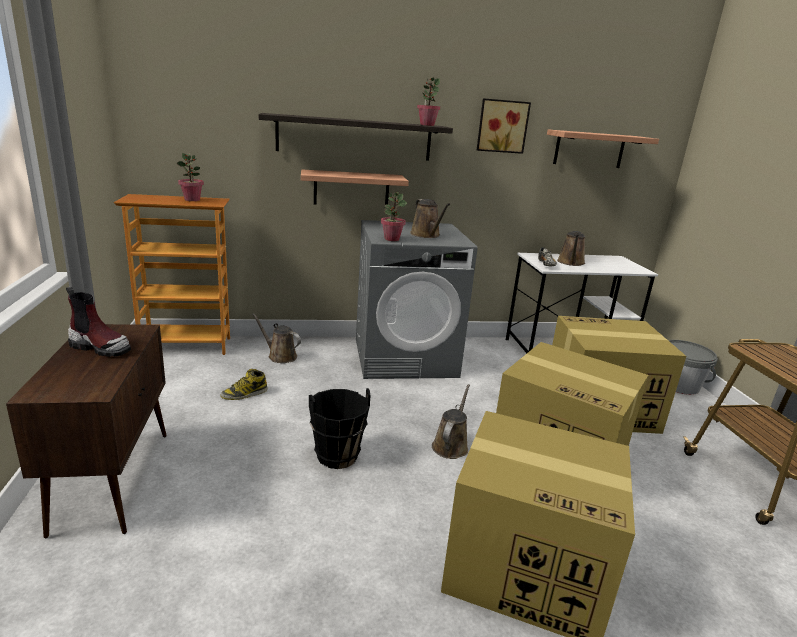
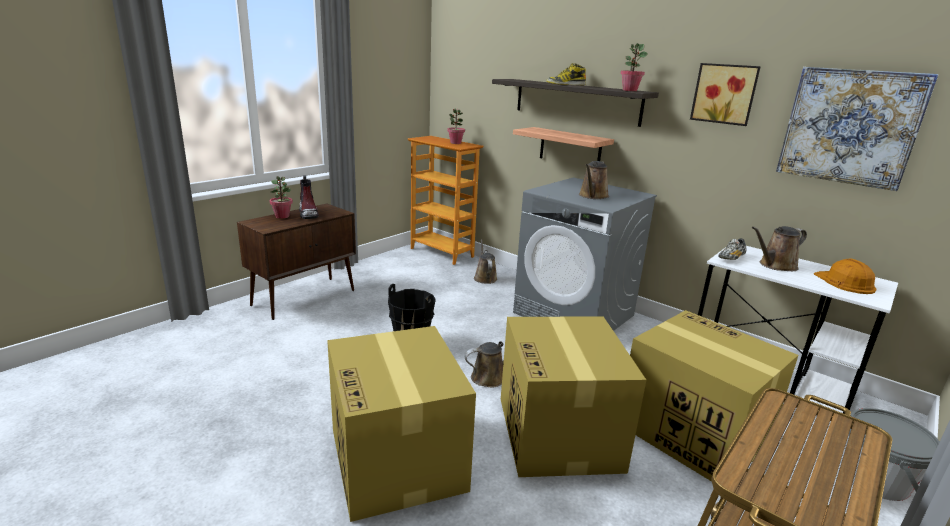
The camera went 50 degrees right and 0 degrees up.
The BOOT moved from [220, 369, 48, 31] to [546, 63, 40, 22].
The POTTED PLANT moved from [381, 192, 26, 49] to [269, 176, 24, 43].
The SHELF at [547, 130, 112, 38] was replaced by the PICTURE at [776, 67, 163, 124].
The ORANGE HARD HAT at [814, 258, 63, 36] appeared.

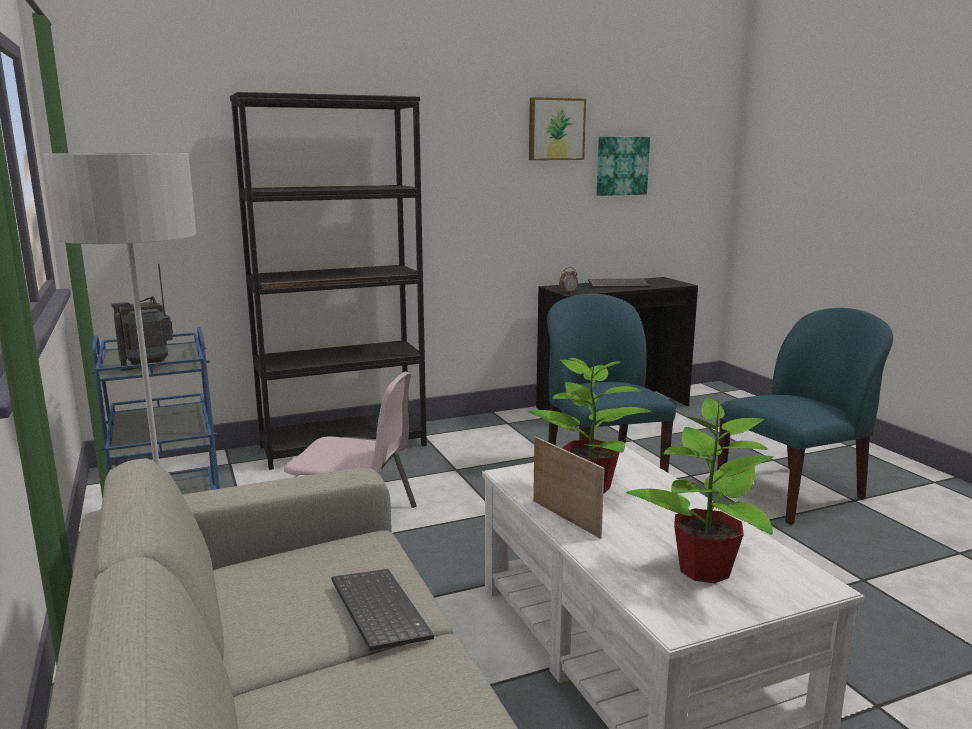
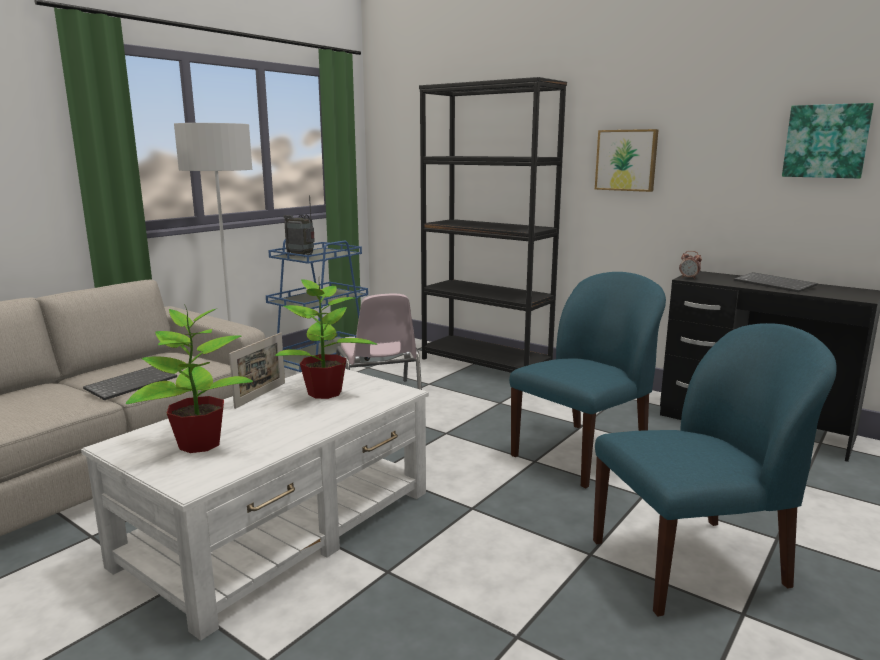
The camera went 60 degrees right and 0 degrees up.
The PICTURE moved from [529, 97, 57, 63] to [595, 129, 64, 63].
The BLUE CHAIR at [717, 308, 176, 217] turned 45 degrees counterclockwise.

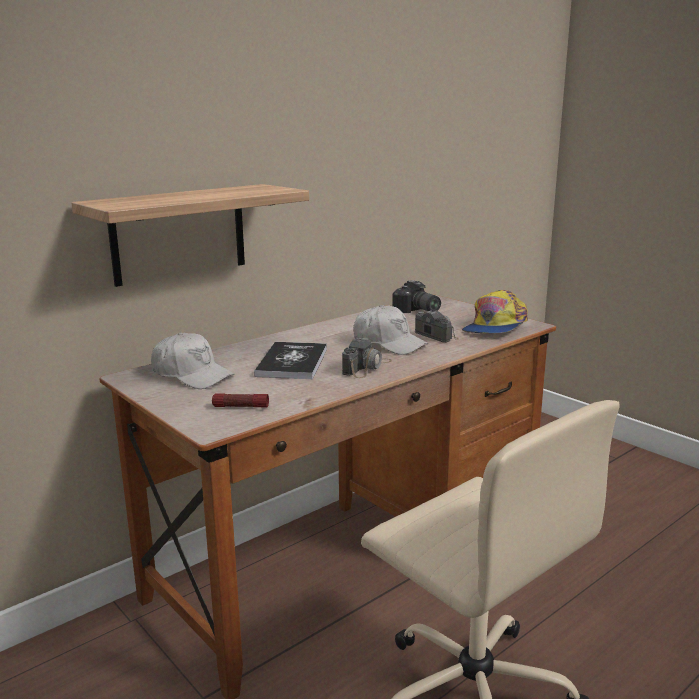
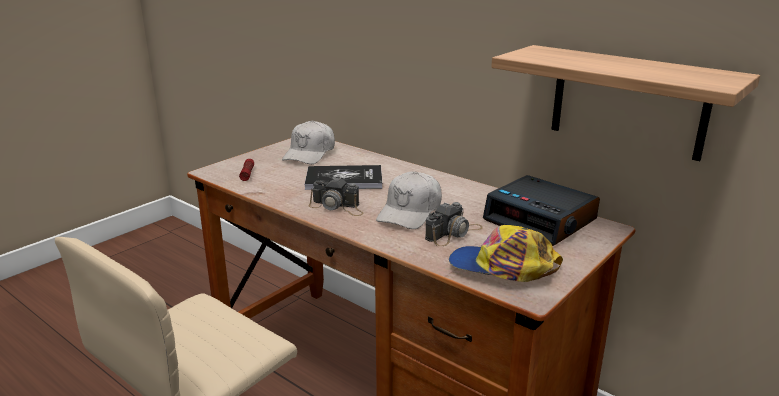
The camera went 80 degrees right and 5 degrees up.
The SHELF moved from [71, 184, 238, 103] to [491, 45, 269, 116].
The PHOTO CAMERA at [392, 280, 49, 33] was replaced by the ALARM CLOCK at [483, 175, 117, 71].

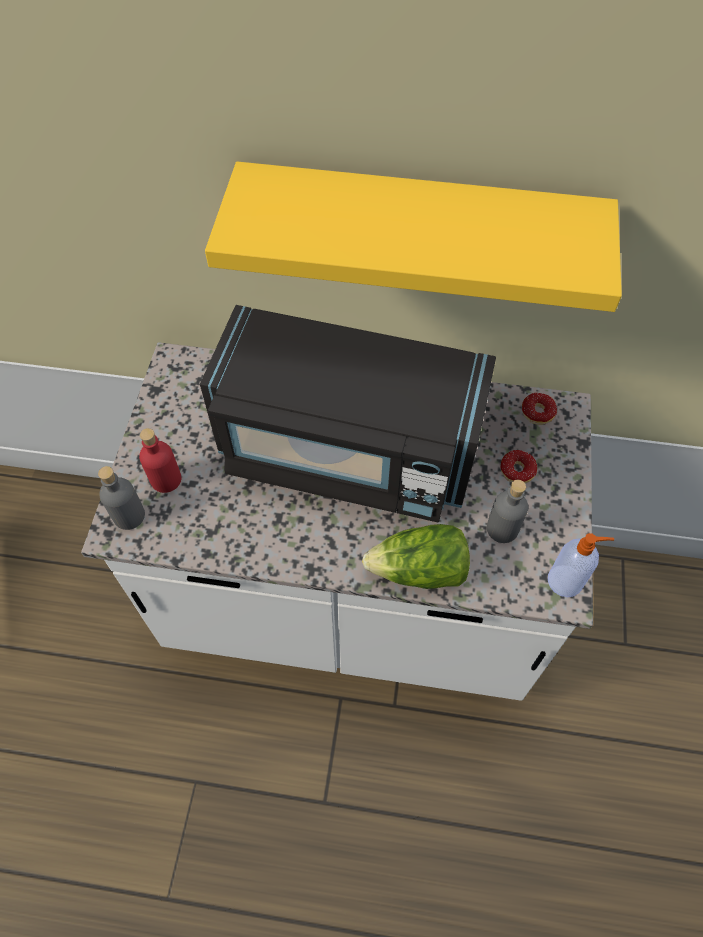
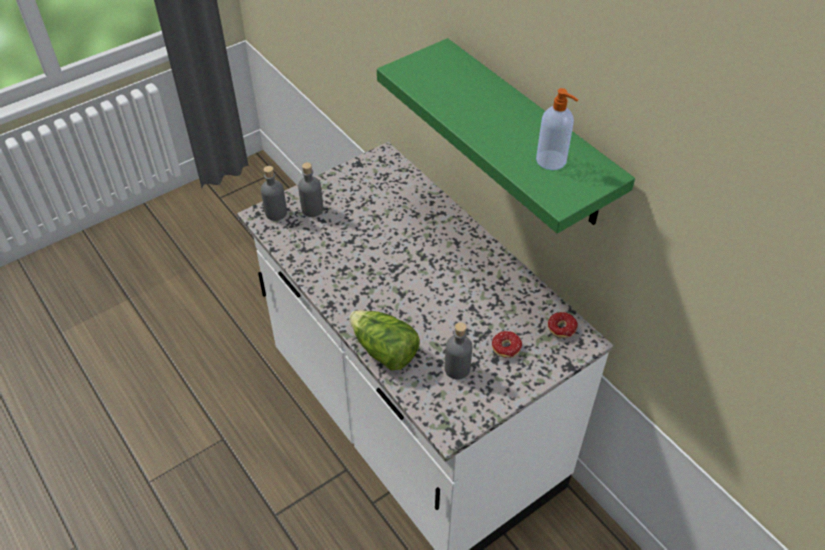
The camera went 45 degrees right and 10 degrees down.
The RED BOTTLE at [139, 428, 42, 65] became the GREY BOTTLE at [298, 162, 25, 55].
The BLACK MICROWAVE at [200, 305, 296, 218] disappeared.
The YELLOW SHELF at [205, 162, 417, 150] became the GREEN SHELF at [377, 38, 258, 195].
The SOAP DISPENSER moved from [548, 533, 66, 64] to [536, 88, 42, 82].

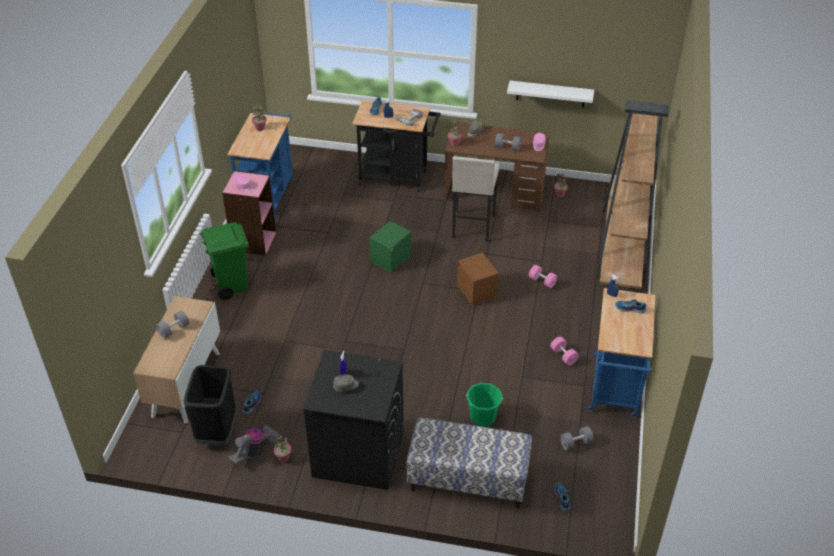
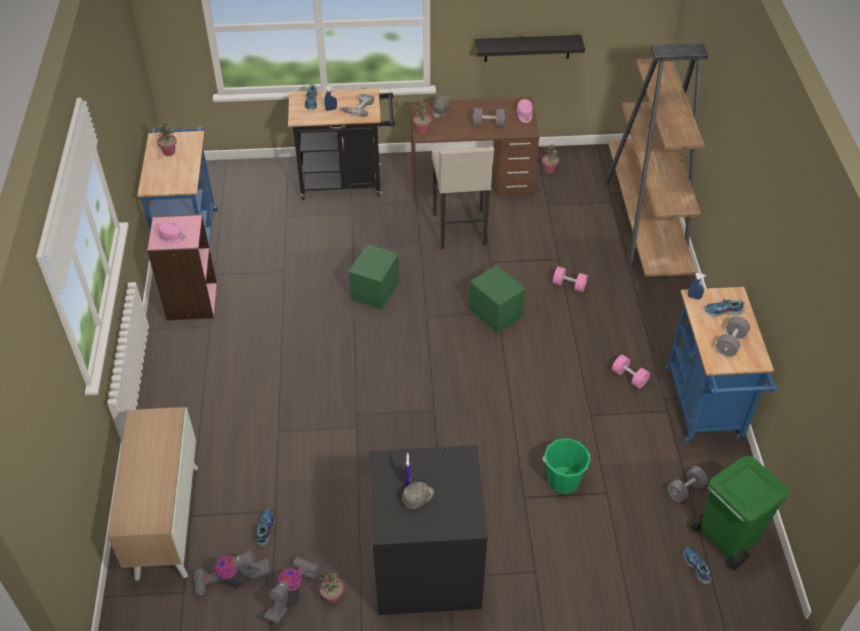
The camera went 15 degrees left and 5 degrees up.
The GREY DUMBBELL moved from [156, 310, 33, 29] to [716, 316, 34, 41].
The BLACK TRASH CAN at [184, 365, 53, 80] was replaced by the VACUUM CLEANER at [194, 550, 76, 46].
The GREEN TRASH CAN moved from [199, 223, 50, 77] to [691, 456, 98, 114].
The BENCH at [407, 417, 125, 92] disappeared.
The BROWN STORAGE BOX at [457, 253, 42, 53] became the GREEN STORAGE BOX at [469, 265, 57, 69].
The WHITE SHELF at [507, 81, 87, 26] became the BLACK SHELF at [475, 35, 110, 27].

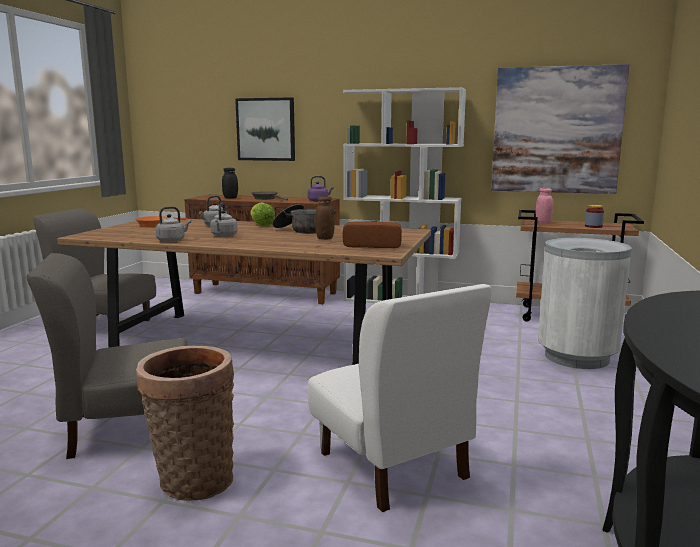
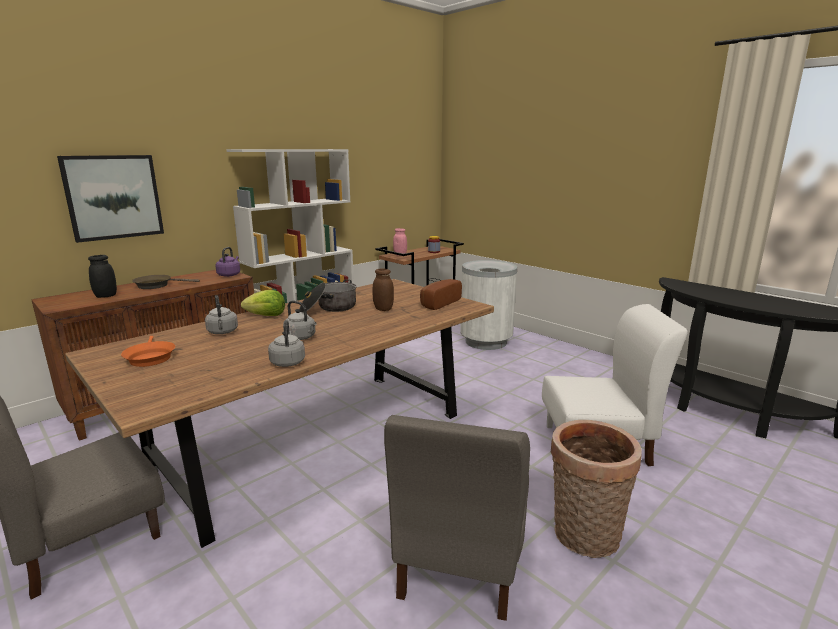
The camera went 60 degrees left and 5 degrees up.
The PICTURE at [491, 64, 138, 130] disappeared.

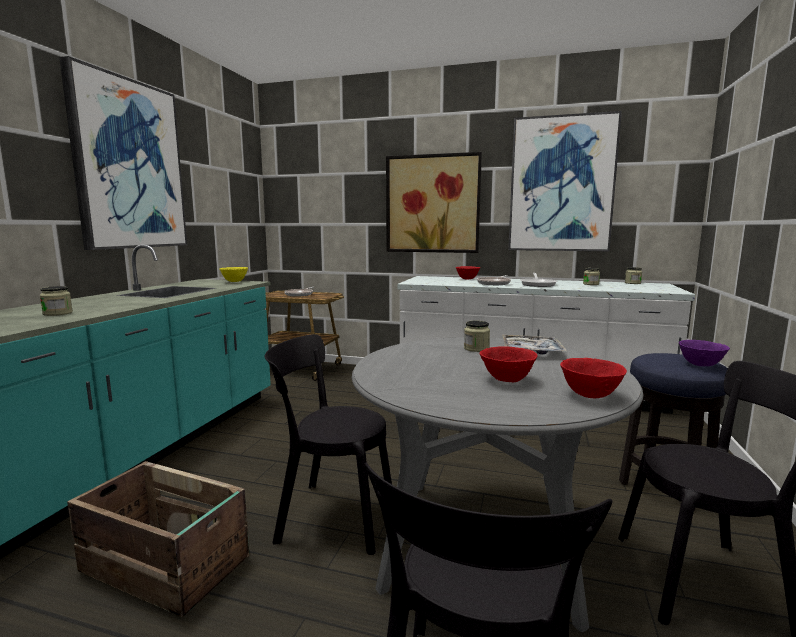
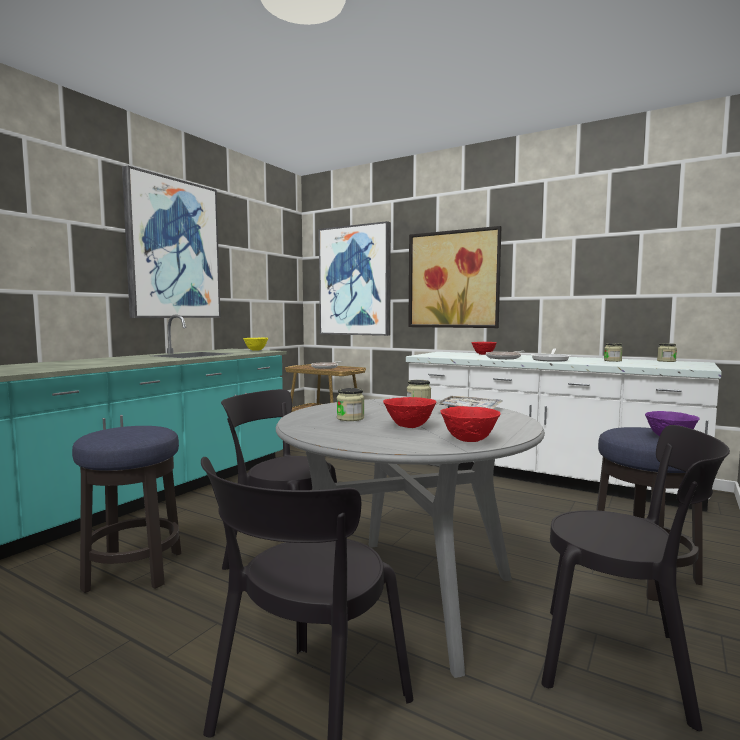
The camera went 15 degrees right and 5 degrees down.
The JAR moved from [40, 286, 33, 30] to [337, 388, 27, 33].
The CRATE at [67, 461, 182, 156] was replaced by the STOOL at [72, 426, 109, 167].
The PICTURE moved from [508, 111, 114, 140] to [319, 221, 72, 115].

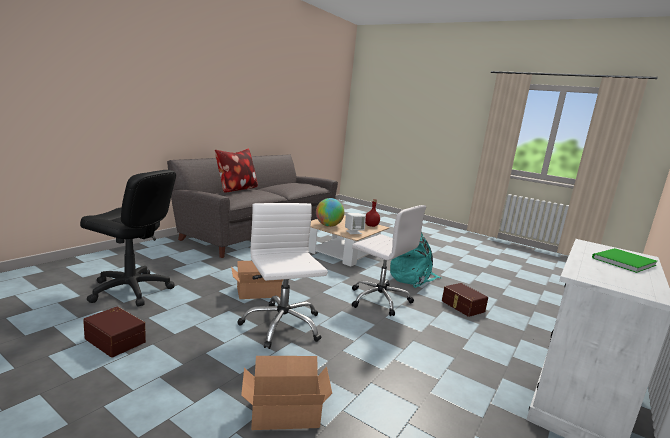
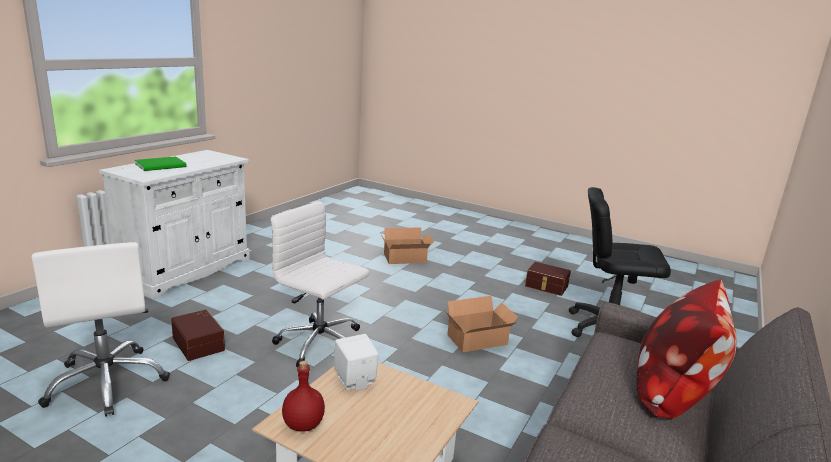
The camera went 175 degrees right and 5 degrees up.
The WHITE OFFICE CHAIR moved from [237, 203, 91, 146] to [32, 242, 138, 175].
The GLOBE at [316, 198, 28, 29] disappeared.
The TURQUOISE BACKPACK at [390, 232, 51, 56] disappeared.

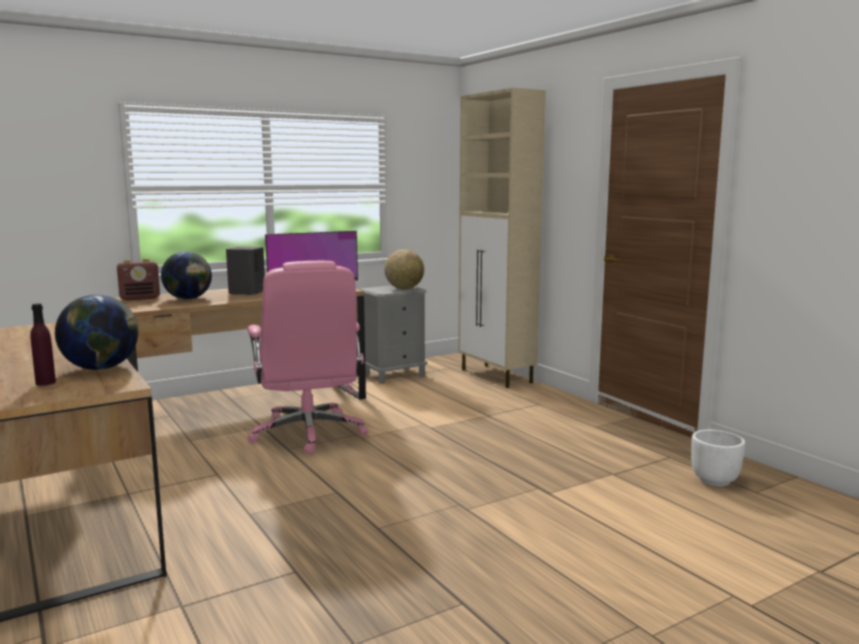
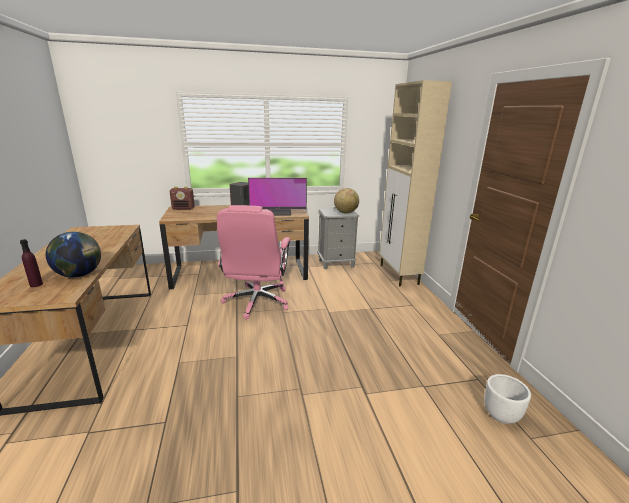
The camera went 20 degrees right and 10 degrees up.
The GLOBE at [161, 251, 51, 48] disappeared.

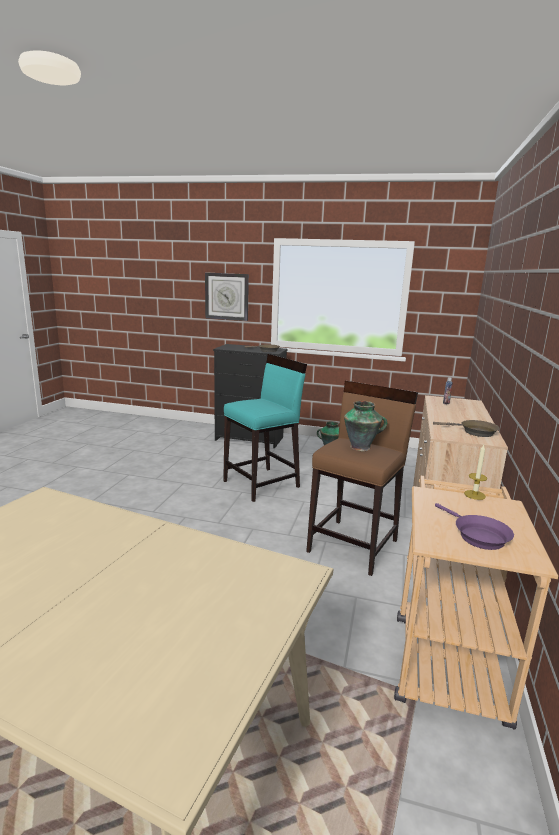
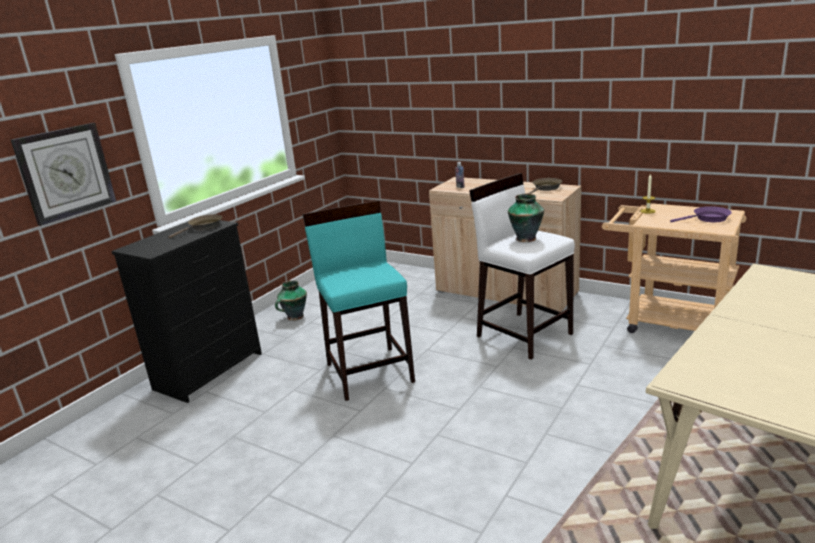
The camera went 70 degrees left and 5 degrees up.
The BROWN STOOL at [306, 381, 112, 195] became the WHITE STOOL at [469, 173, 106, 187].

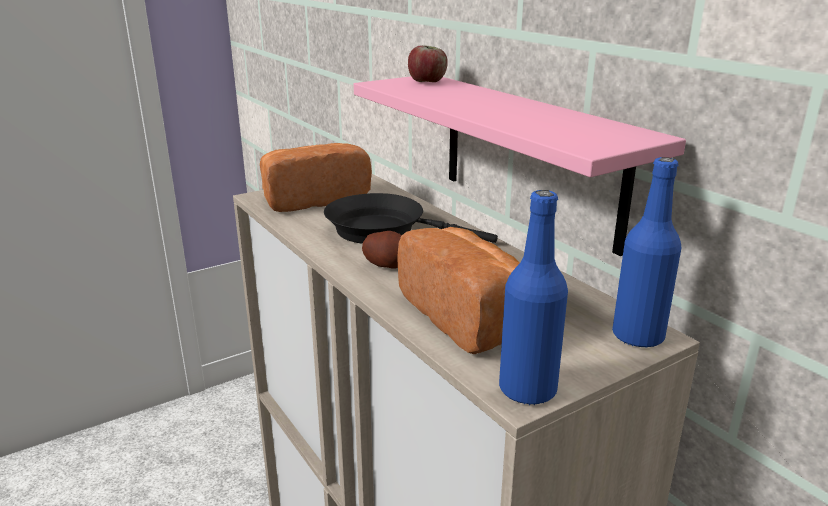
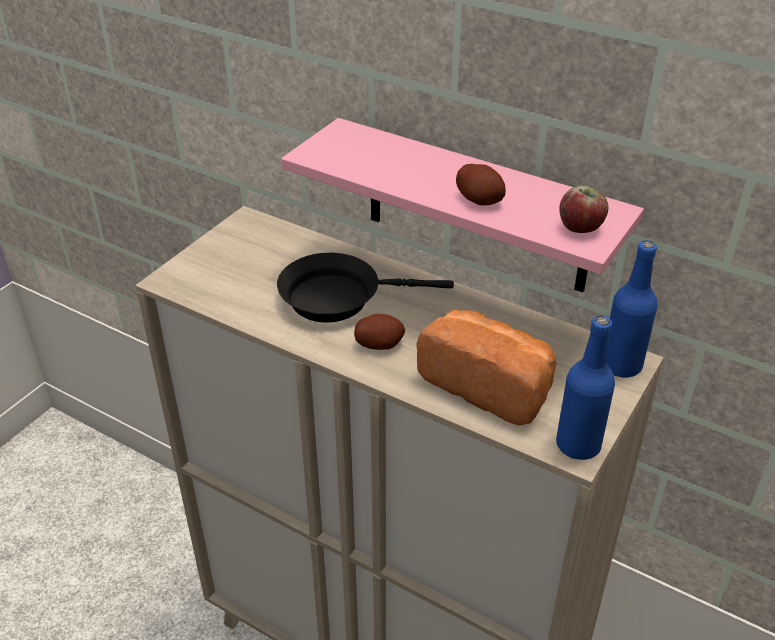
The camera went 25 degrees left and 15 degrees up.
The BREAD at [260, 143, 112, 69] disappeared.
The APPLE moved from [408, 45, 40, 37] to [559, 186, 49, 47].
The POTATO at [456, 164, 50, 41] appeared.

